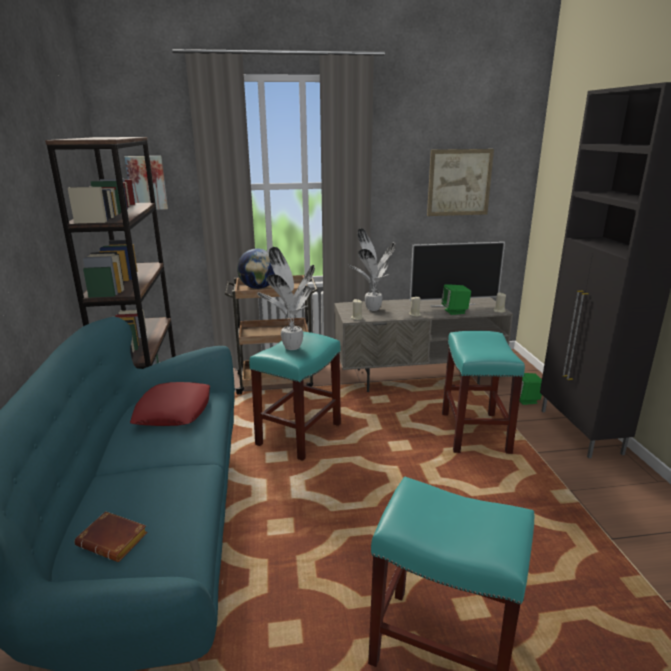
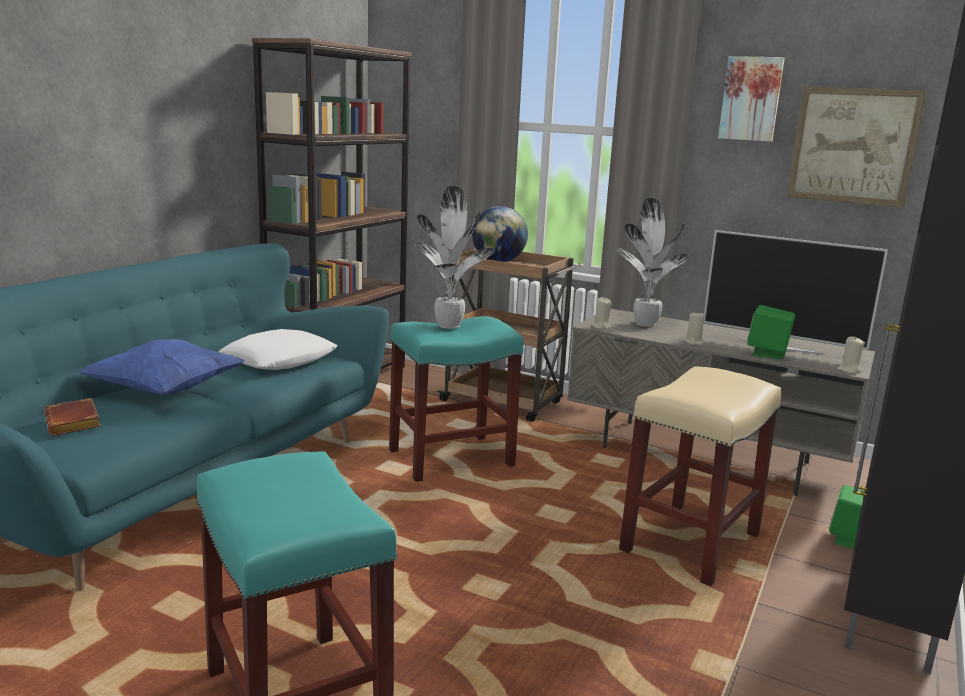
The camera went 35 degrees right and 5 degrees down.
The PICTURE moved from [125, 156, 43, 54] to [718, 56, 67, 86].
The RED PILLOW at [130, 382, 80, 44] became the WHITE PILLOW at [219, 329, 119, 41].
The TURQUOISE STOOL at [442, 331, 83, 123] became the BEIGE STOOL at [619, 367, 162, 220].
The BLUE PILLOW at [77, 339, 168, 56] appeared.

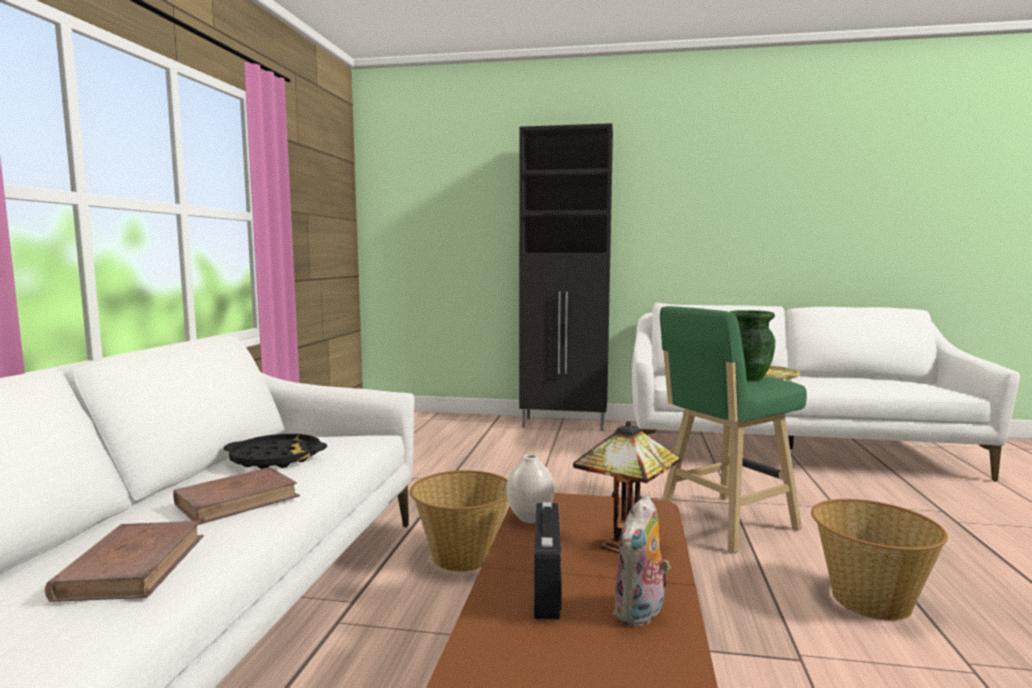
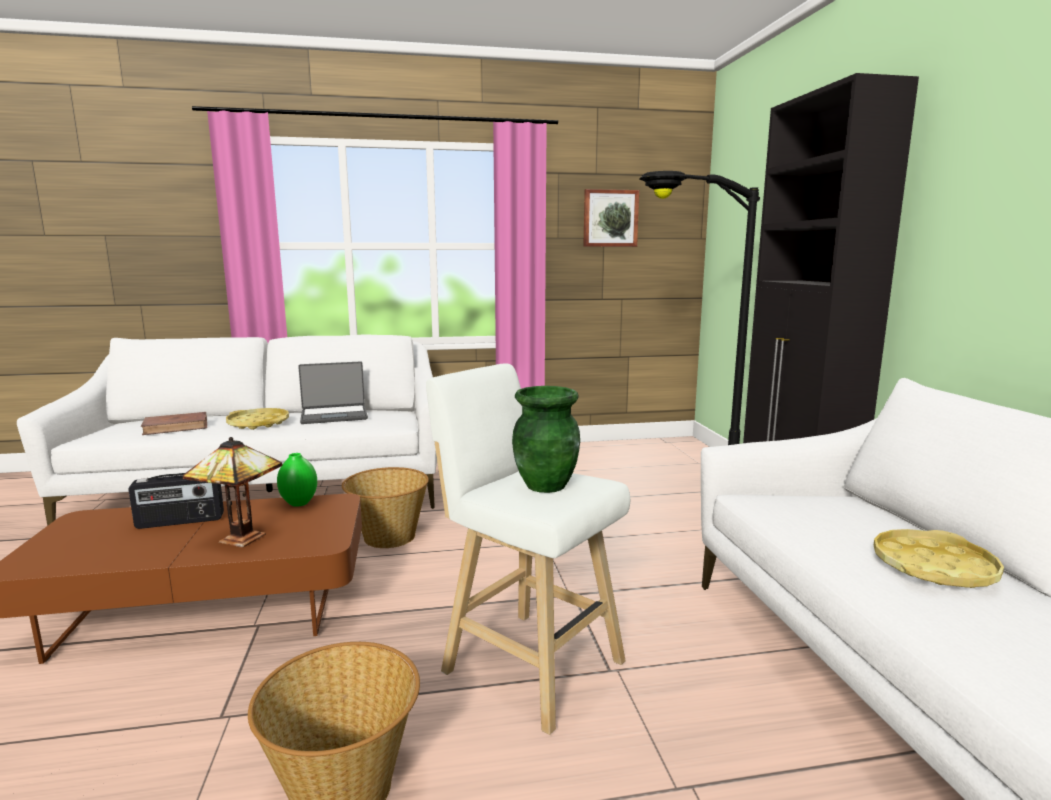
The camera went 70 degrees right and 5 degrees up.
The BROWN BOOK at [173, 467, 127, 58] was replaced by the YELLOW TRAY at [226, 408, 63, 22].
The BLACK TRAY at [224, 434, 103, 35] was replaced by the LAPTOP at [298, 361, 70, 63].
The WHITE VASE at [507, 454, 47, 69] became the GREEN VASE at [277, 453, 40, 54].
The PLUSH TOY at [613, 495, 57, 132] disappeared.
The GREEN STOOL at [660, 306, 147, 247] became the WHITE STOOL at [426, 363, 204, 372].
The PICTURE at [583, 189, 56, 58] appeared.
The BLACK FLOOR LAMP at [639, 171, 121, 274] appeared.

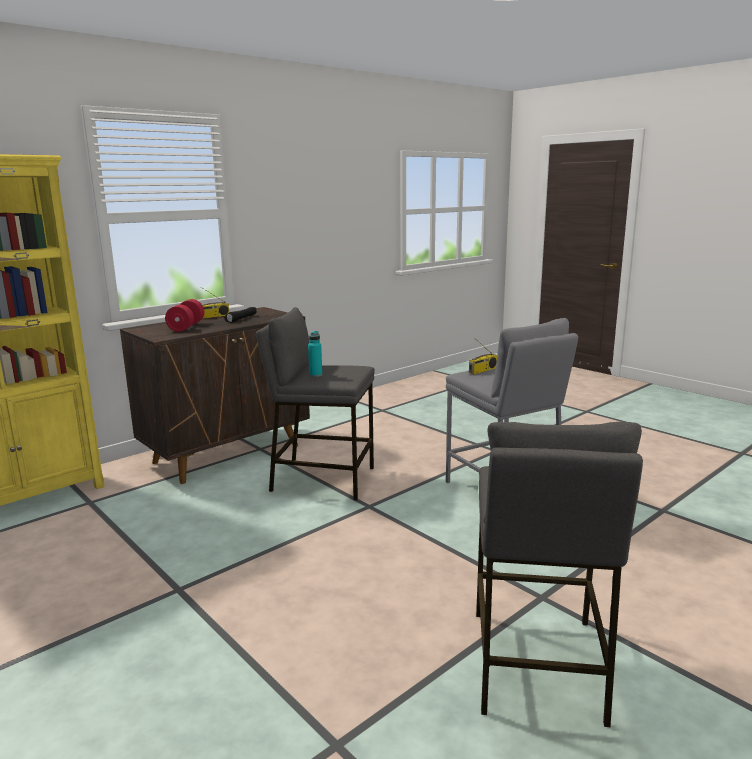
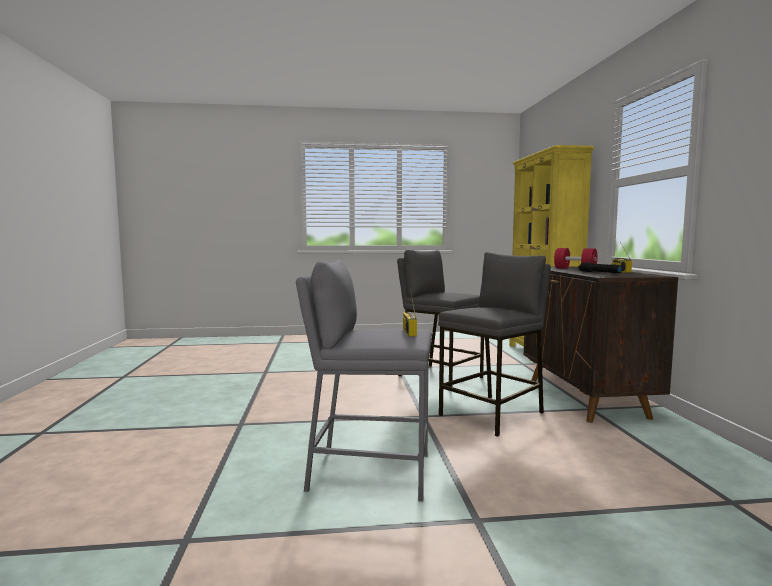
The camera went 125 degrees right and 10 degrees down.
The TURQUOISE BOTTLE at [308, 331, 14, 46] disappeared.
The GREY STOOL moved from [476, 422, 167, 305] to [397, 250, 87, 137].

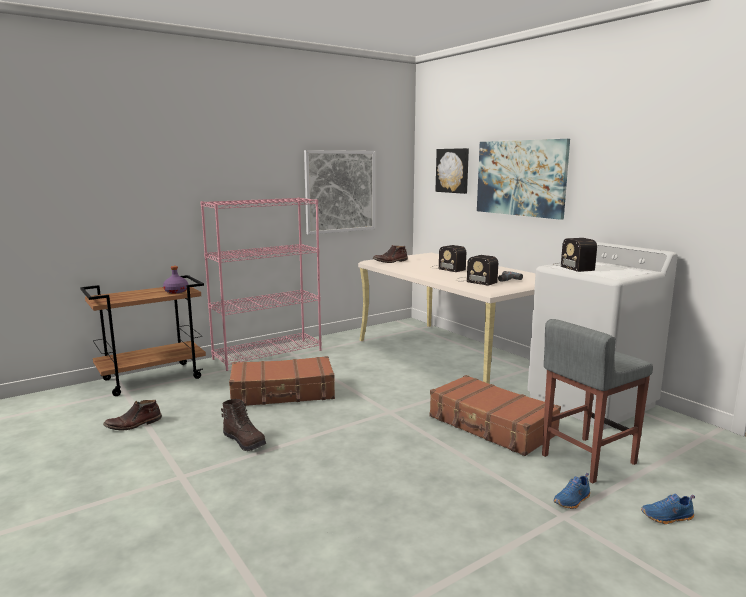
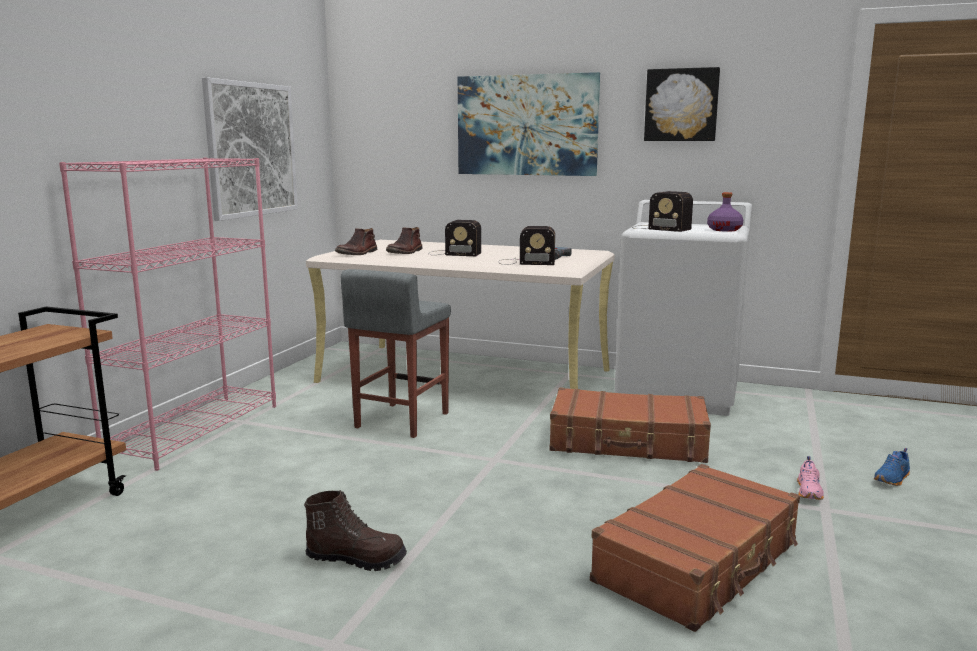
The camera went 35 degrees left and 0 degrees up.
The BROWN BOOT moved from [103, 400, 59, 30] to [386, 227, 37, 27].
The PURPLE BOTTLE moved from [163, 266, 25, 27] to [707, 192, 36, 40].
The BROWN SUITCASE moved from [229, 356, 106, 50] to [590, 464, 210, 168].
The PICTURE moved from [436, 148, 33, 46] to [644, 67, 76, 74].
The GREY STOOL moved from [542, 319, 111, 164] to [341, 269, 110, 169].
The BLUE SHOE at [553, 473, 37, 36] became the PINK SHOE at [797, 456, 27, 44].

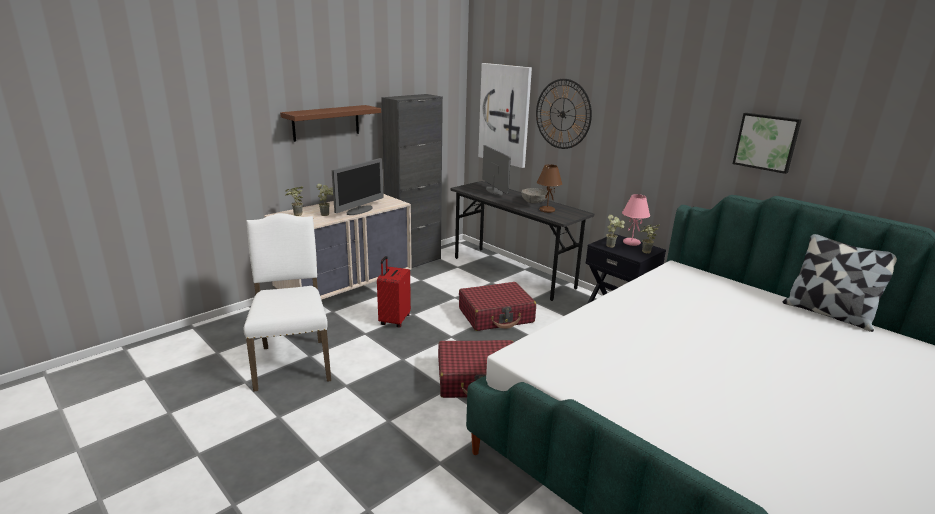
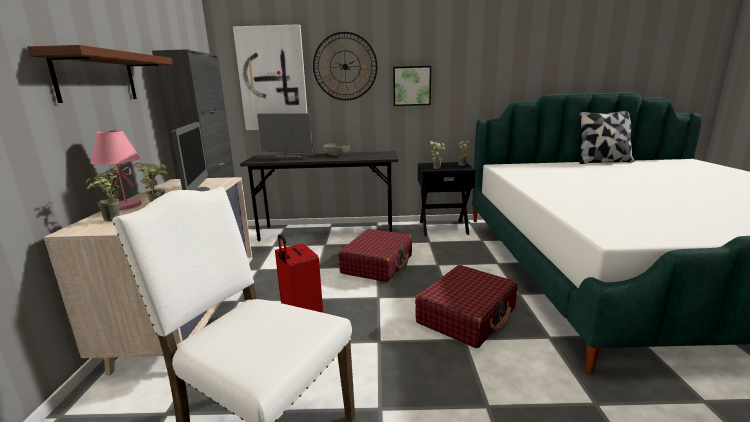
The camera went 45 degrees left and 5 degrees down.
The BROWN TABLE LAMP at [537, 164, 25, 49] disappeared.
The PINK TABLE LAMP moved from [622, 194, 28, 52] to [90, 130, 52, 80].
The PICTURE moved from [733, 113, 69, 61] to [393, 66, 38, 40].

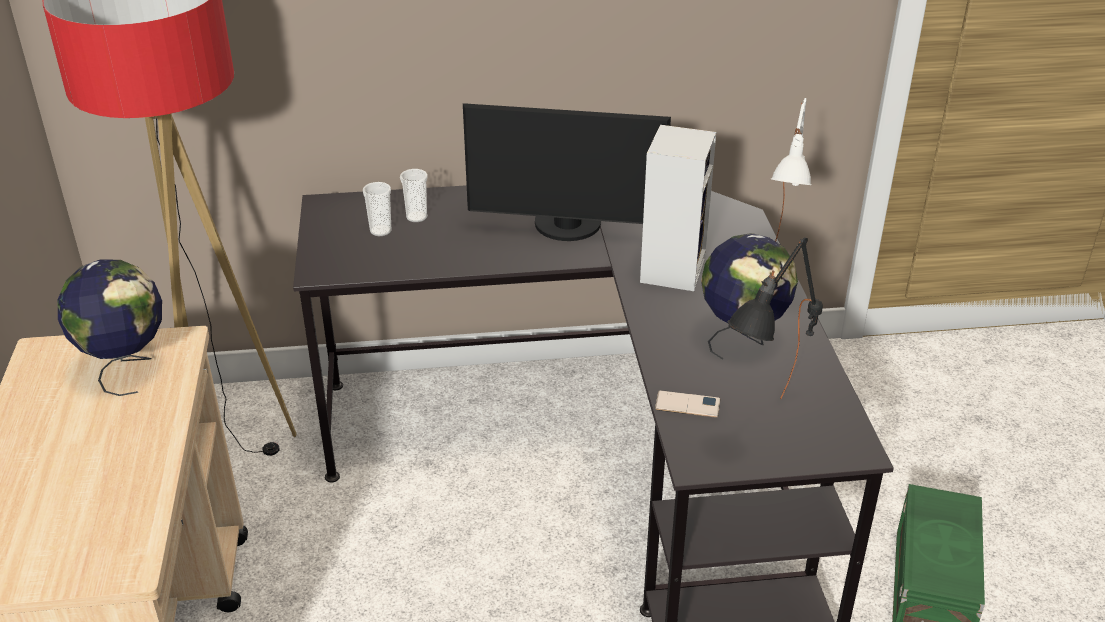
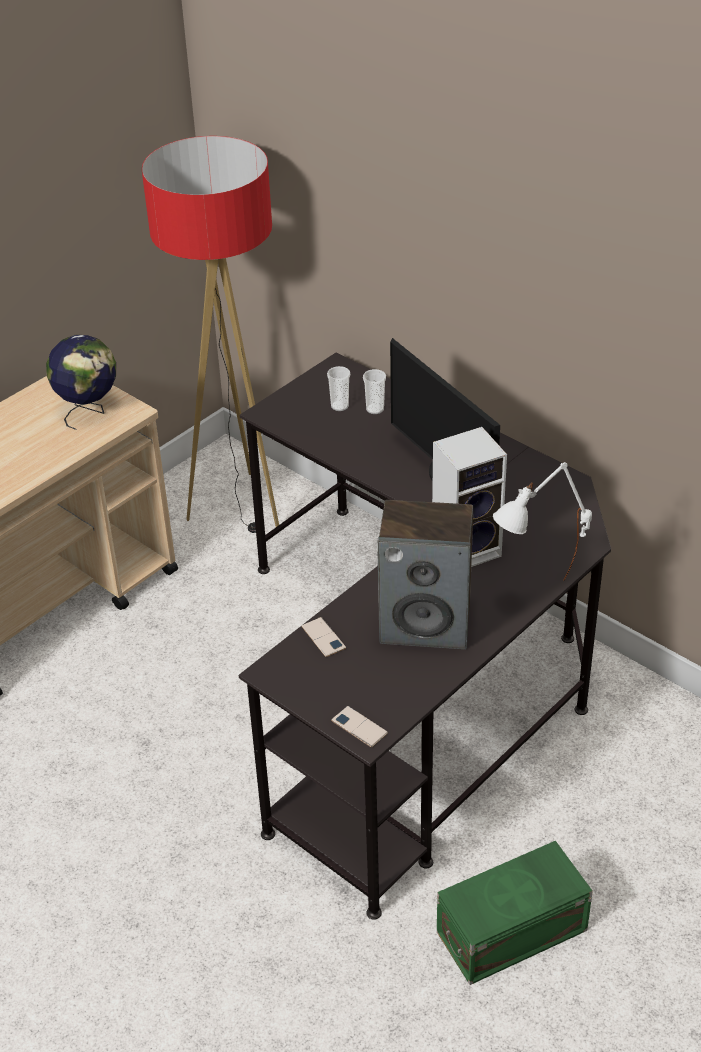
The camera went 50 degrees right and 5 degrees up.
The GLOBE at [701, 233, 97, 127] was replaced by the SPEAKER at [377, 500, 96, 149].
The BLACK TABLE LAMP at [727, 237, 96, 162] disappeared.
The PHONE at [331, 706, 57, 41] appeared.

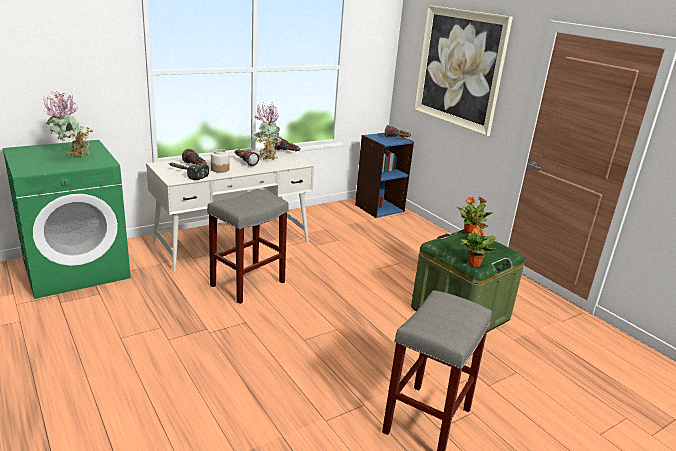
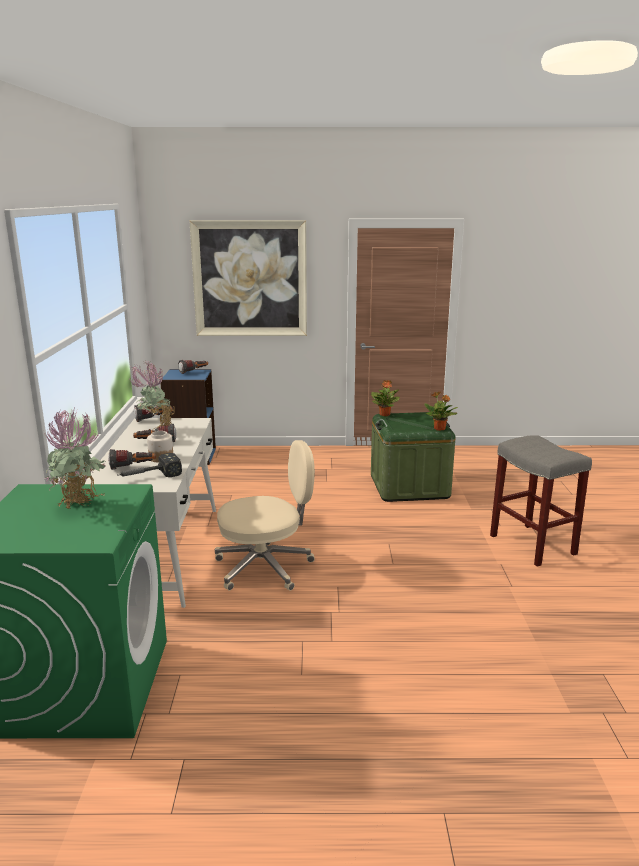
The camera went 55 degrees left and 5 degrees down.
The GREY STOOL at [207, 189, 82, 115] was replaced by the BEIGE OFFICE CHAIR at [215, 440, 100, 151].

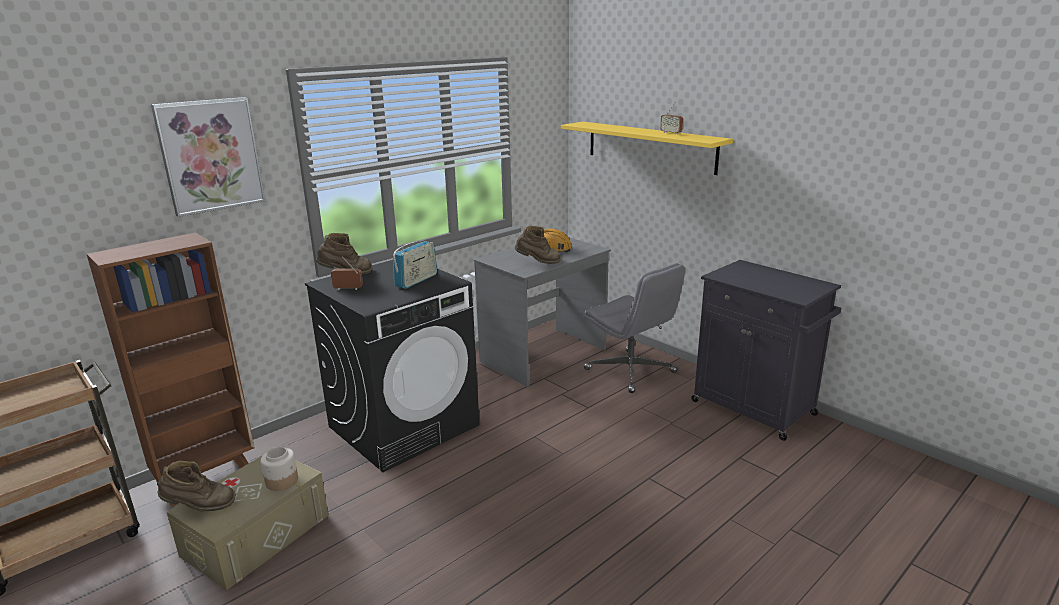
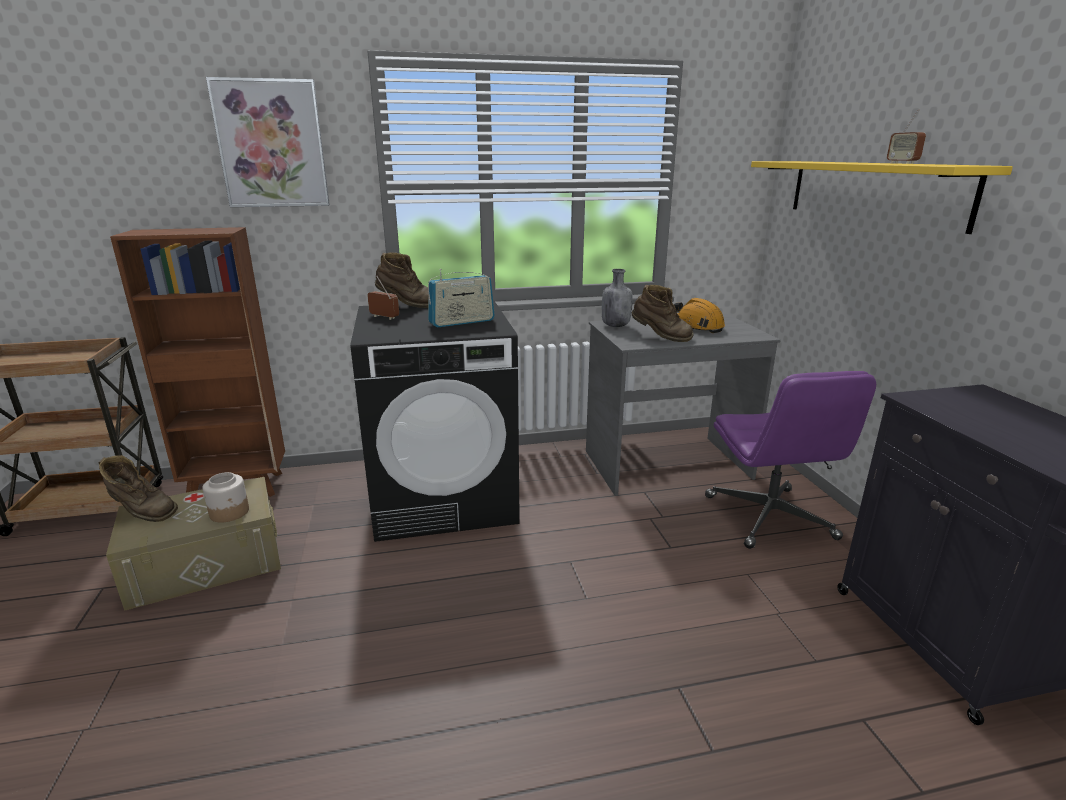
The camera went 30 degrees right and 0 degrees up.
The GREY OFFICE CHAIR at [584, 263, 101, 130] became the PURPLE OFFICE CHAIR at [705, 371, 171, 178].
The GREY BOTTLE at [602, 269, 31, 58] appeared.

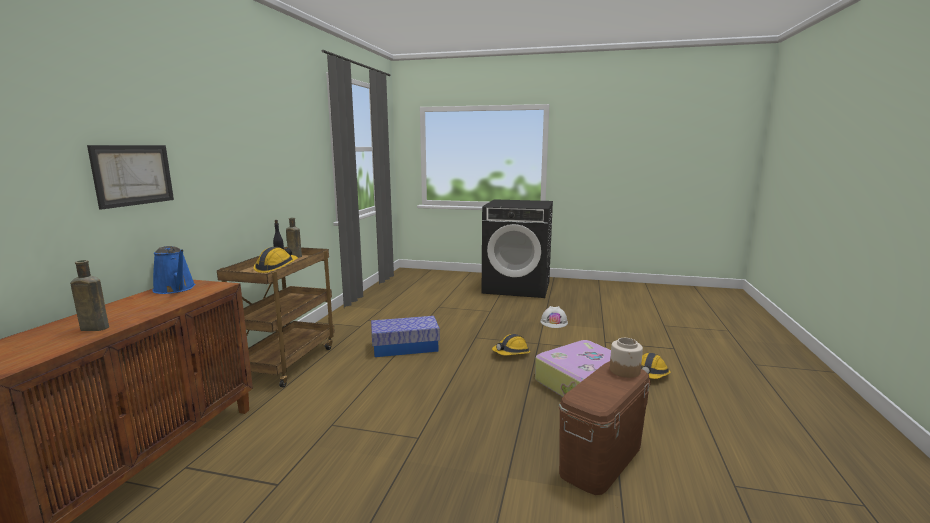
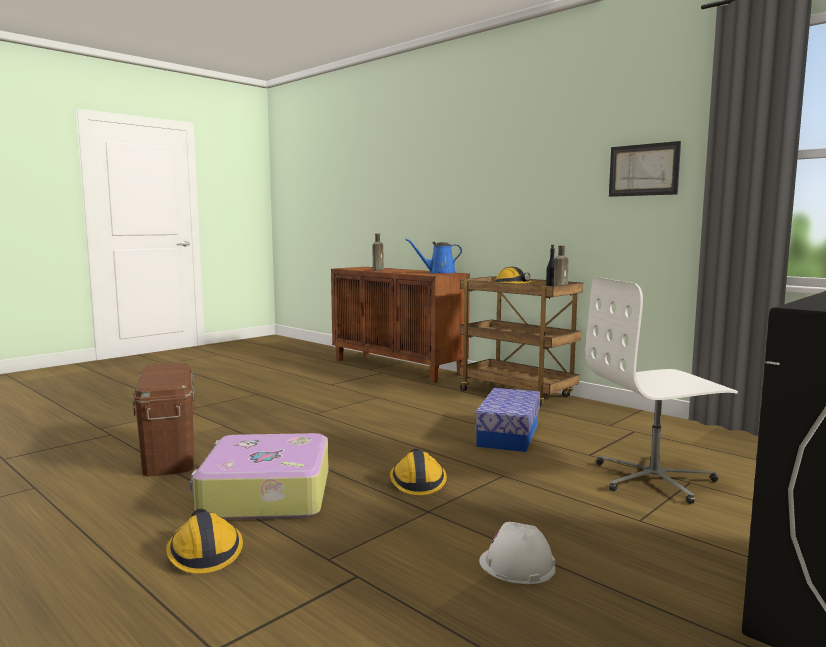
The camera went 120 degrees right and 5 degrees down.
The PICTURE moved from [87, 145, 87, 65] to [609, 141, 72, 56].
The JAR at [610, 338, 33, 40] disappeared.
The WHITE OFFICE CHAIR at [585, 277, 153, 227] appeared.

